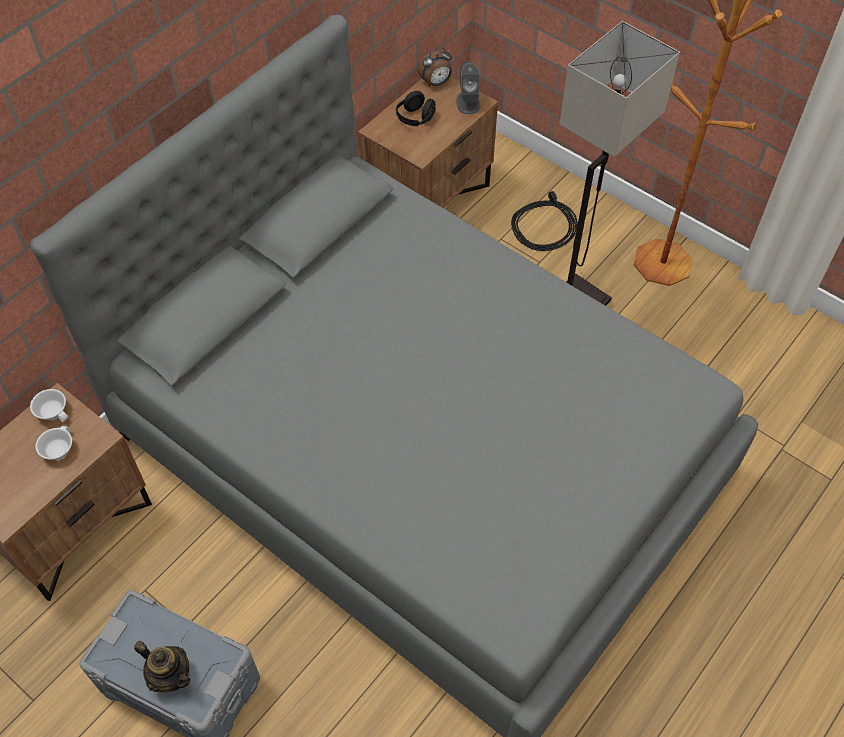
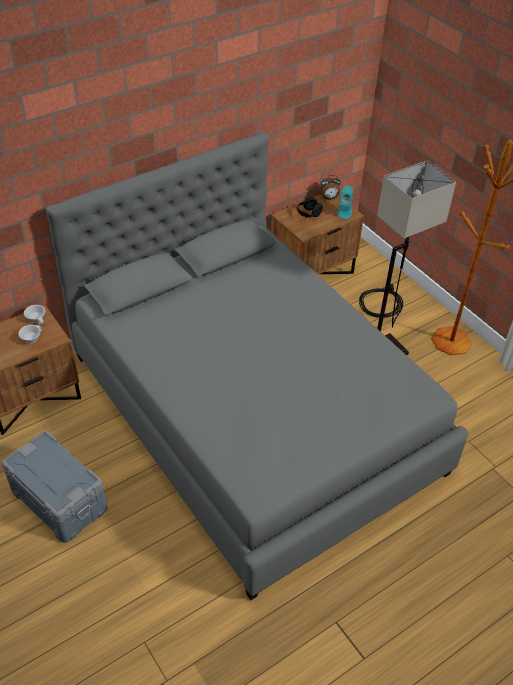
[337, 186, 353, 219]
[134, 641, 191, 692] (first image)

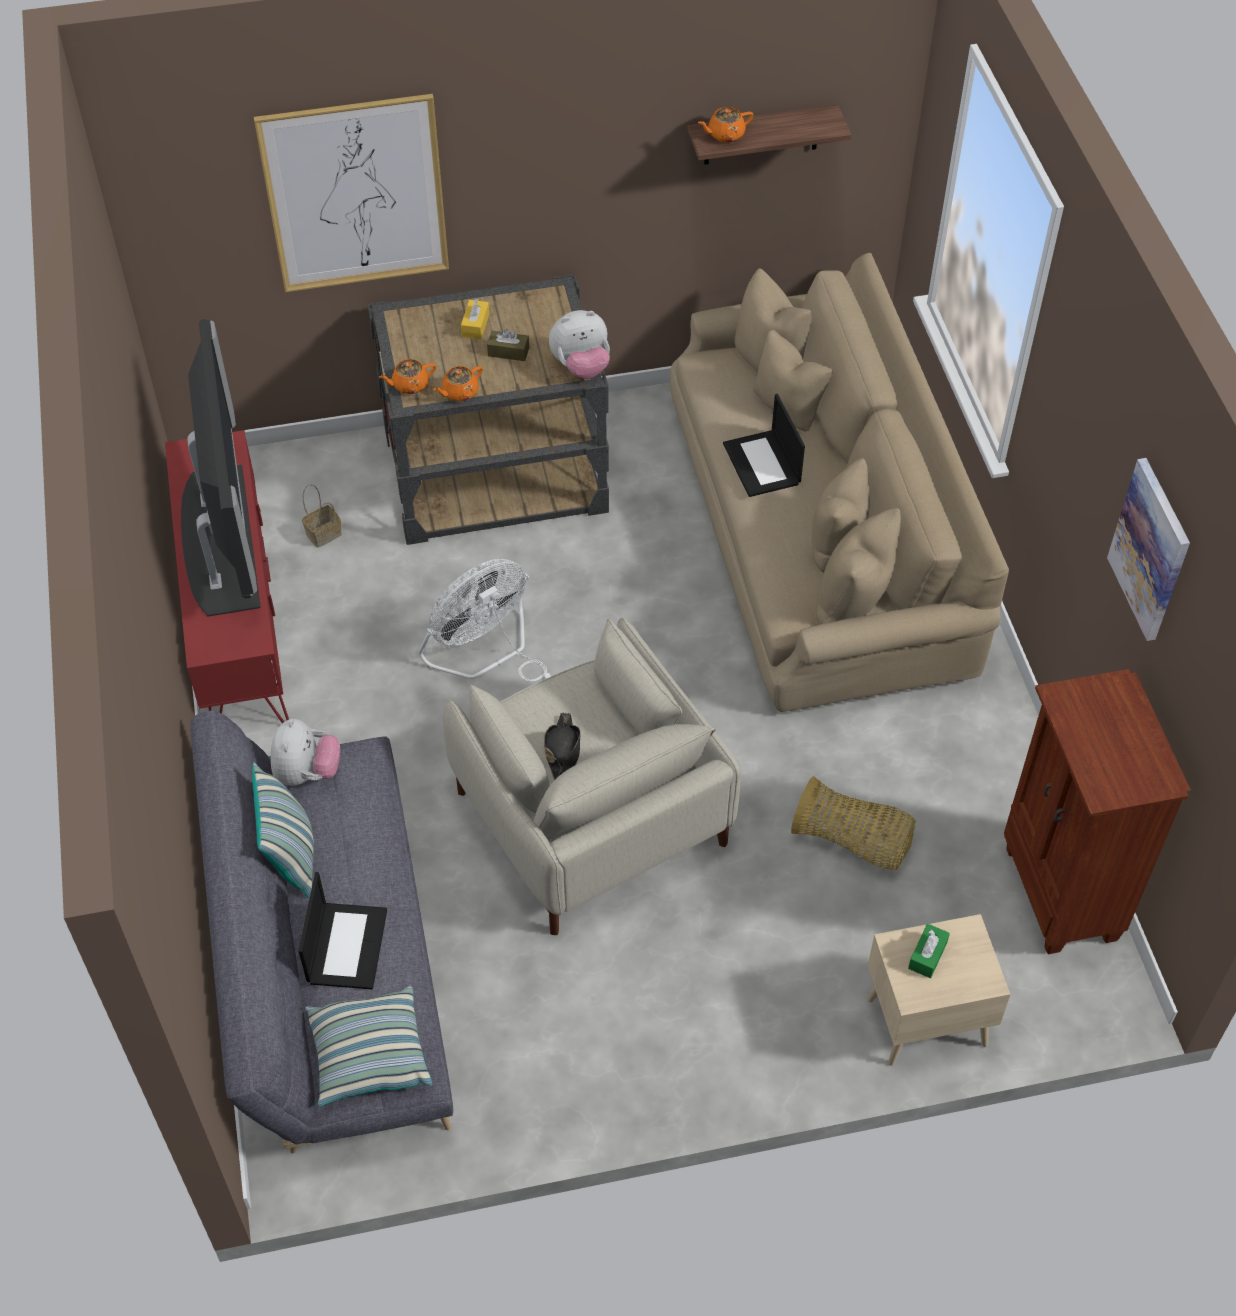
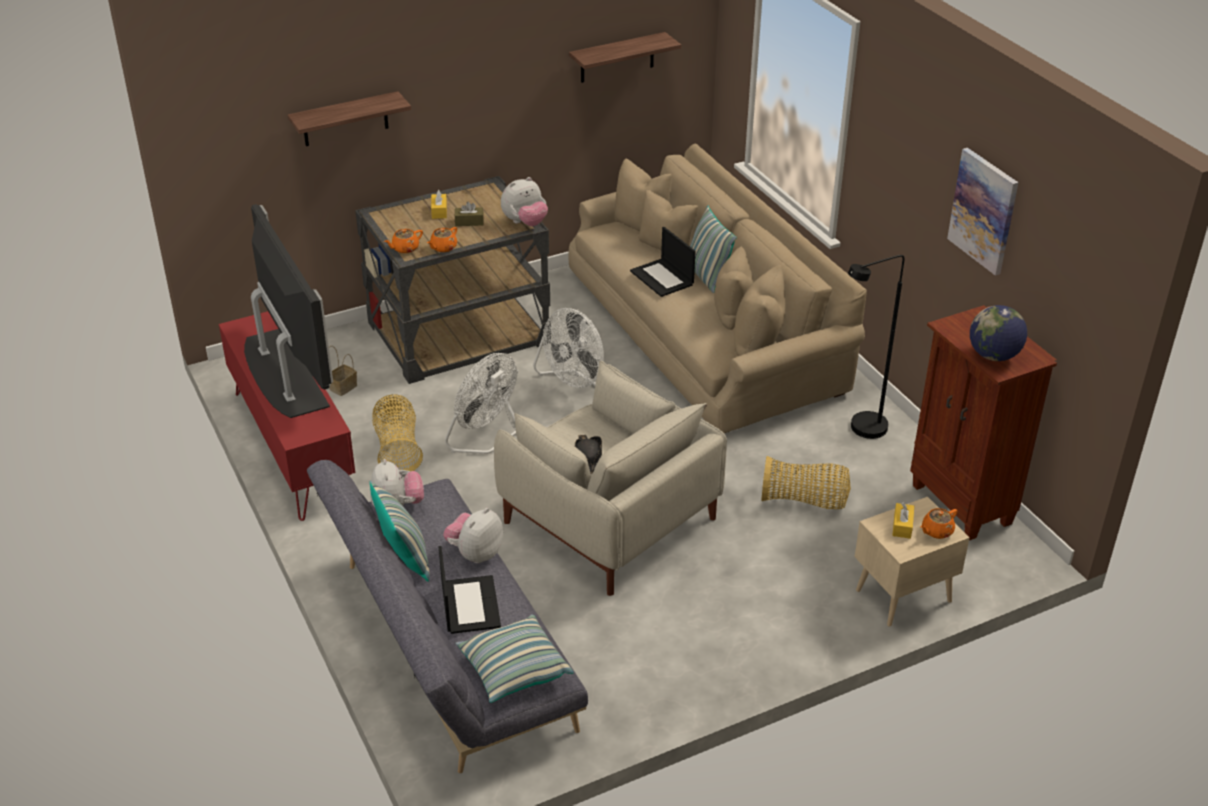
[287, 91, 411, 146]
[372, 394, 423, 472]
[443, 508, 503, 563]
[533, 308, 604, 403]
[690, 206, 737, 293]
[848, 255, 904, 439]
[892, 502, 914, 539]
[920, 508, 958, 539]
[970, 305, 1027, 361]

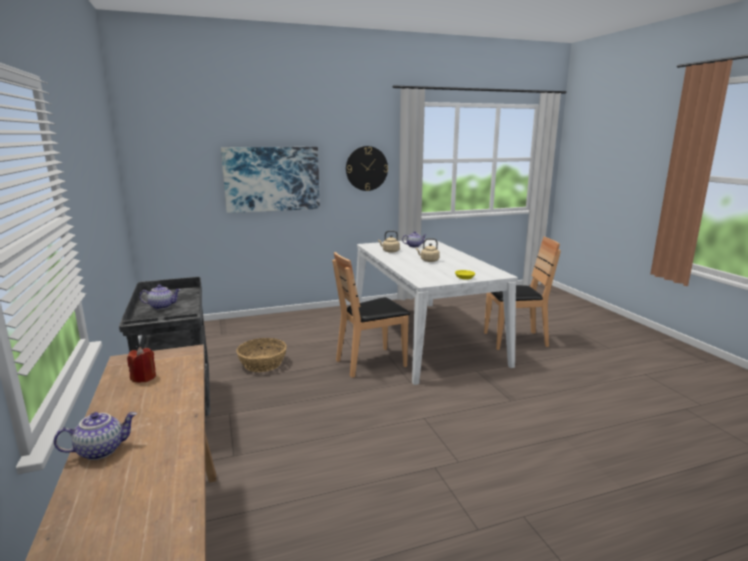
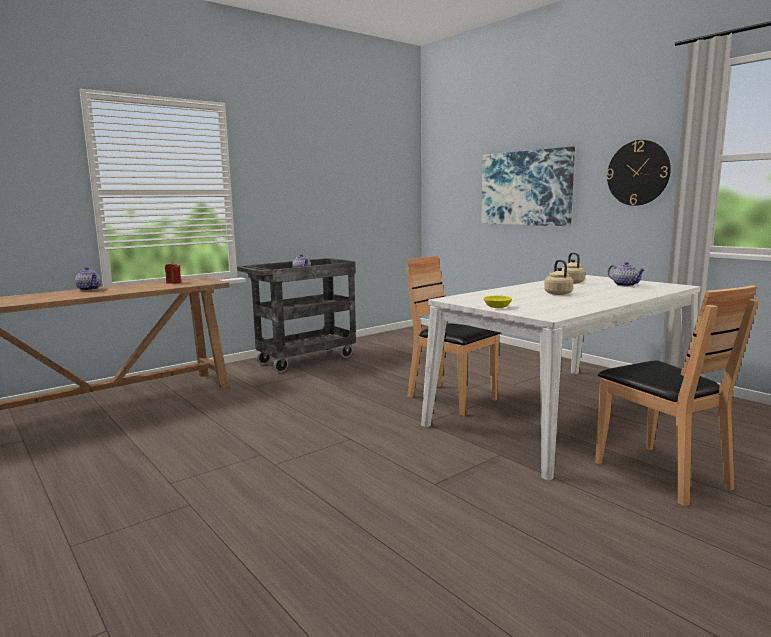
[236, 338, 287, 372] (first image)

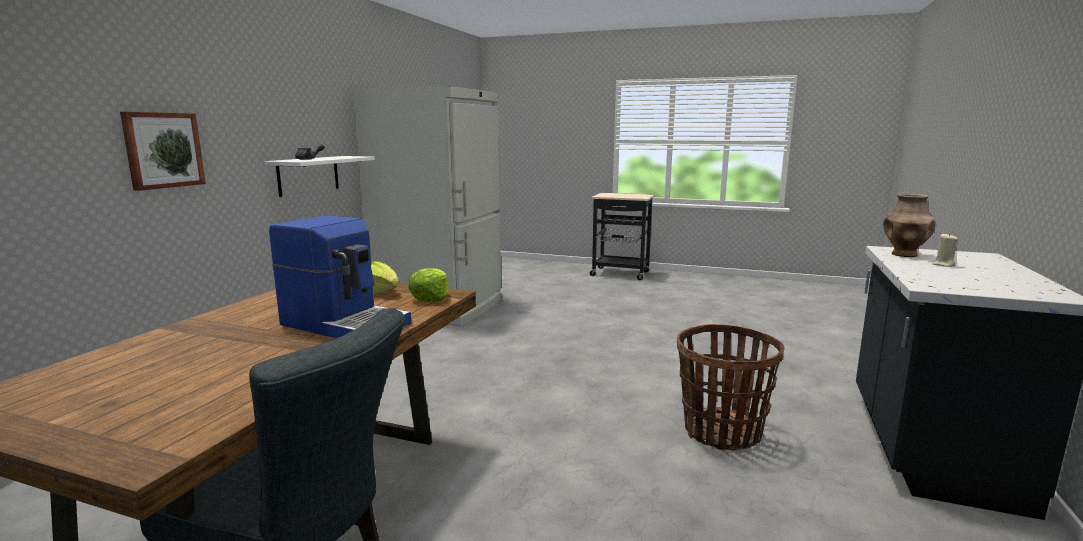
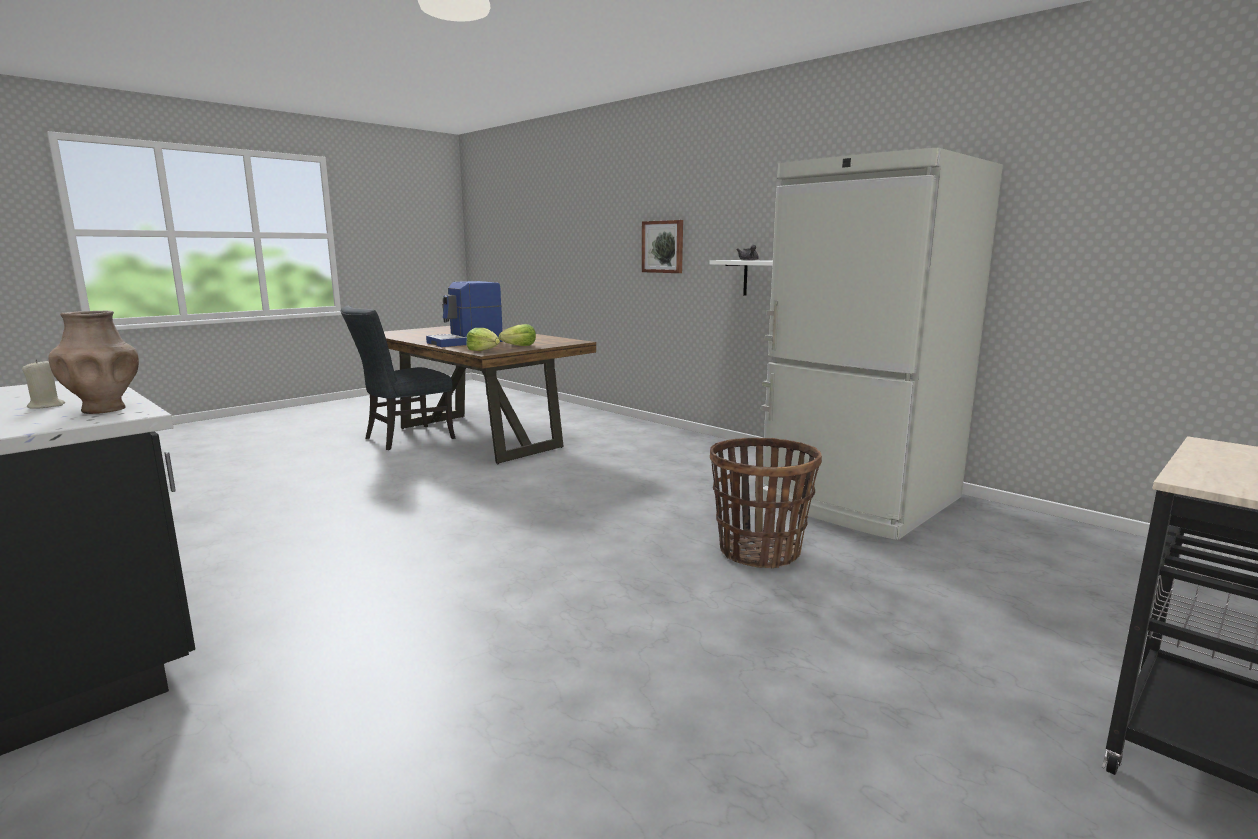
[710, 438, 822, 569]

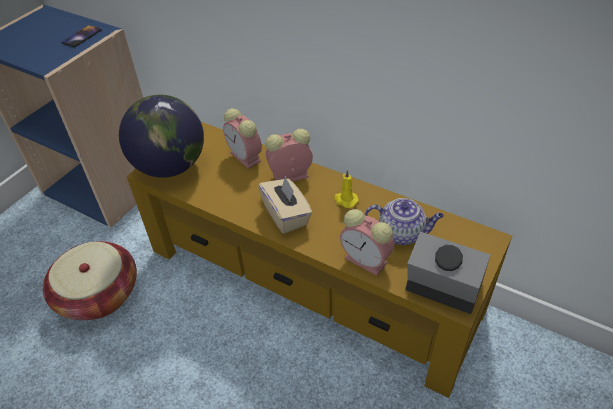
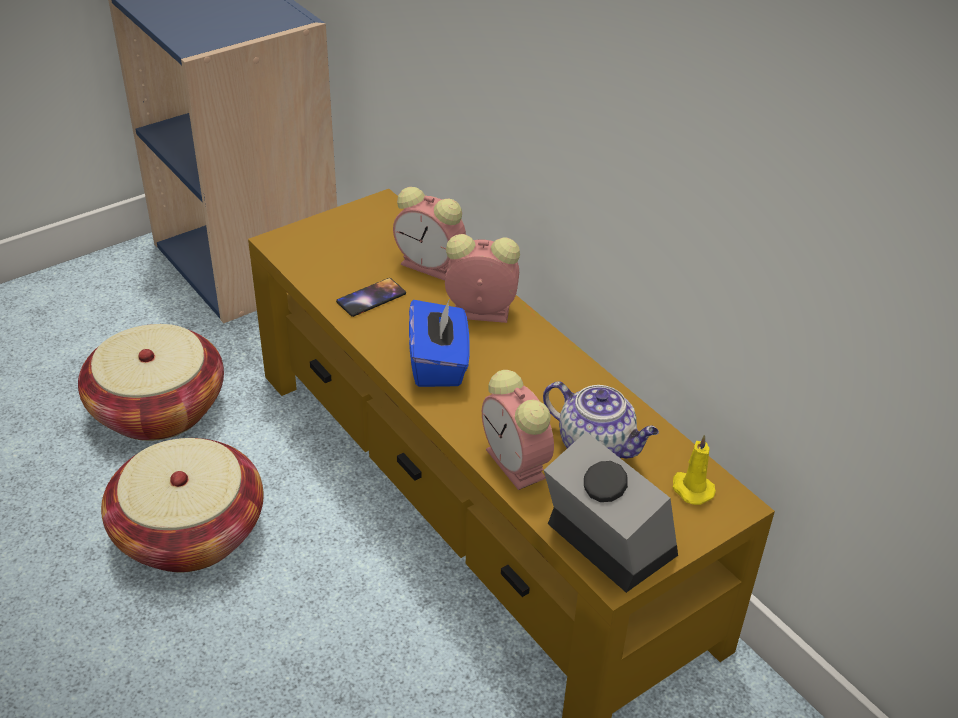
[101, 438, 264, 572]
[336, 278, 406, 317]
[393, 187, 466, 281]
[409, 298, 470, 387]
[673, 434, 716, 505]
[119, 95, 204, 178] (first image)

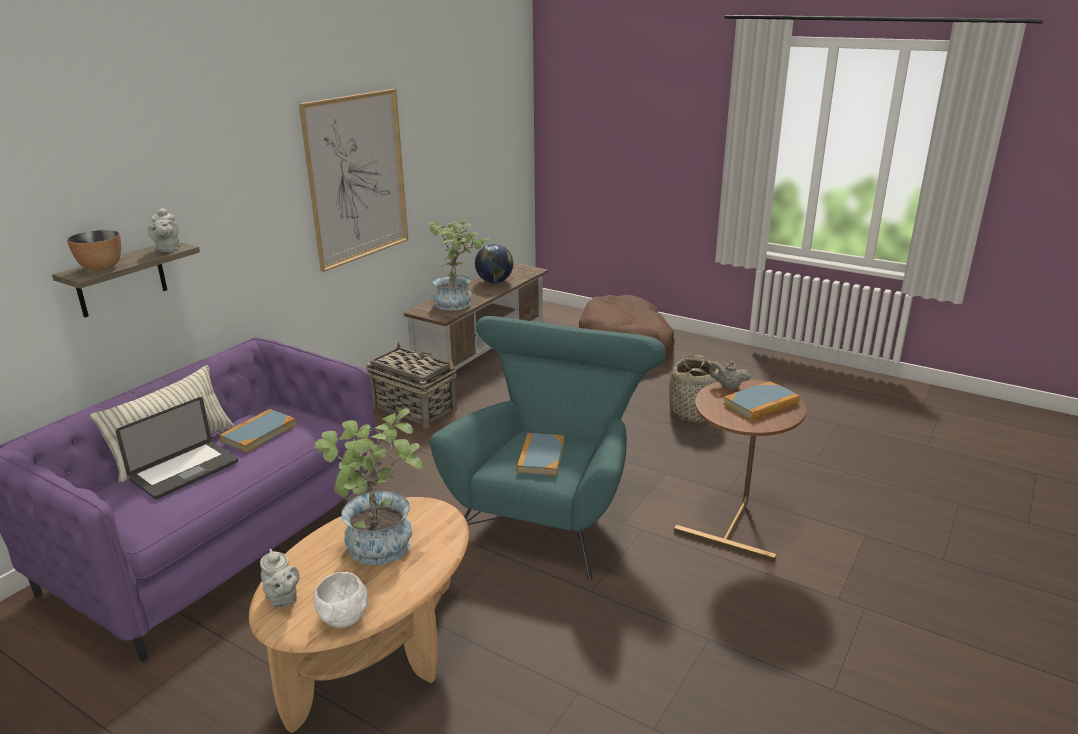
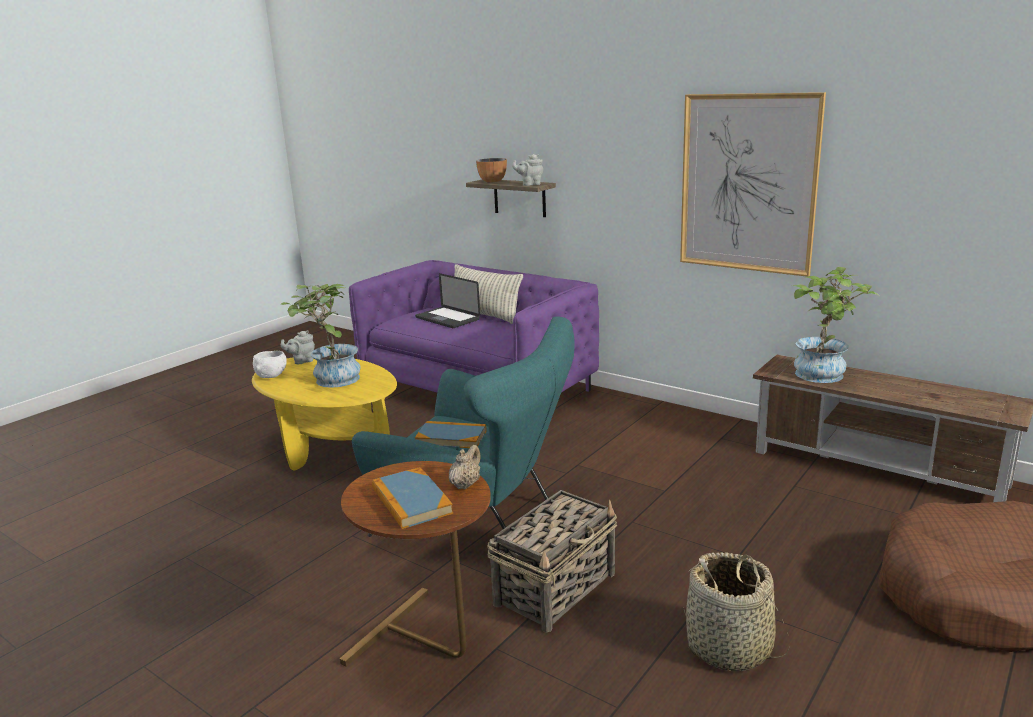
[252, 358, 397, 471]
[487, 490, 617, 633]
[219, 409, 296, 453] (first image)
[475, 244, 513, 283] (first image)

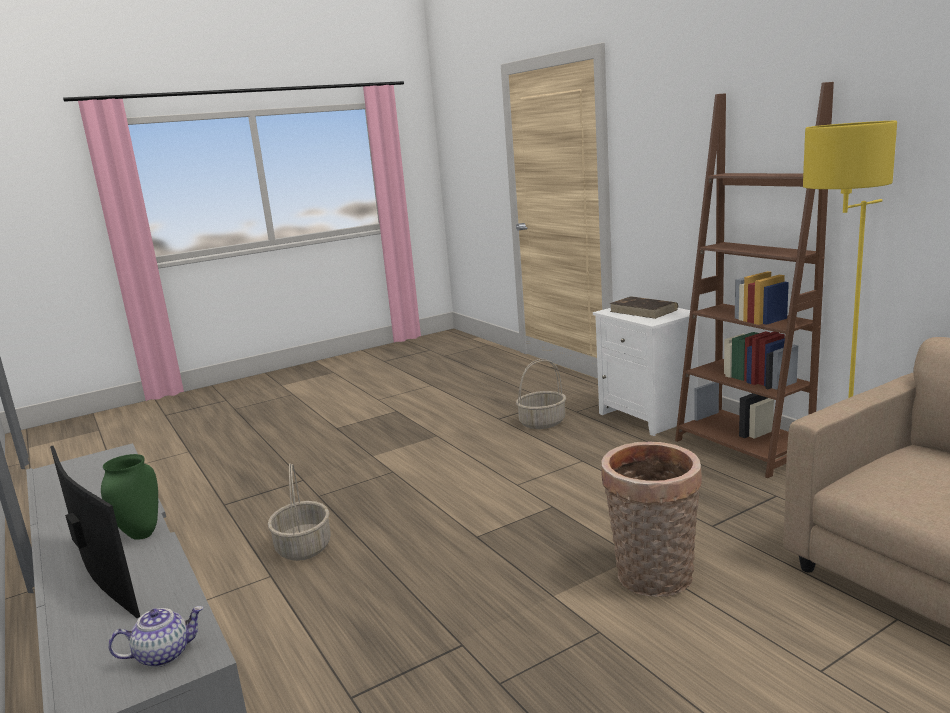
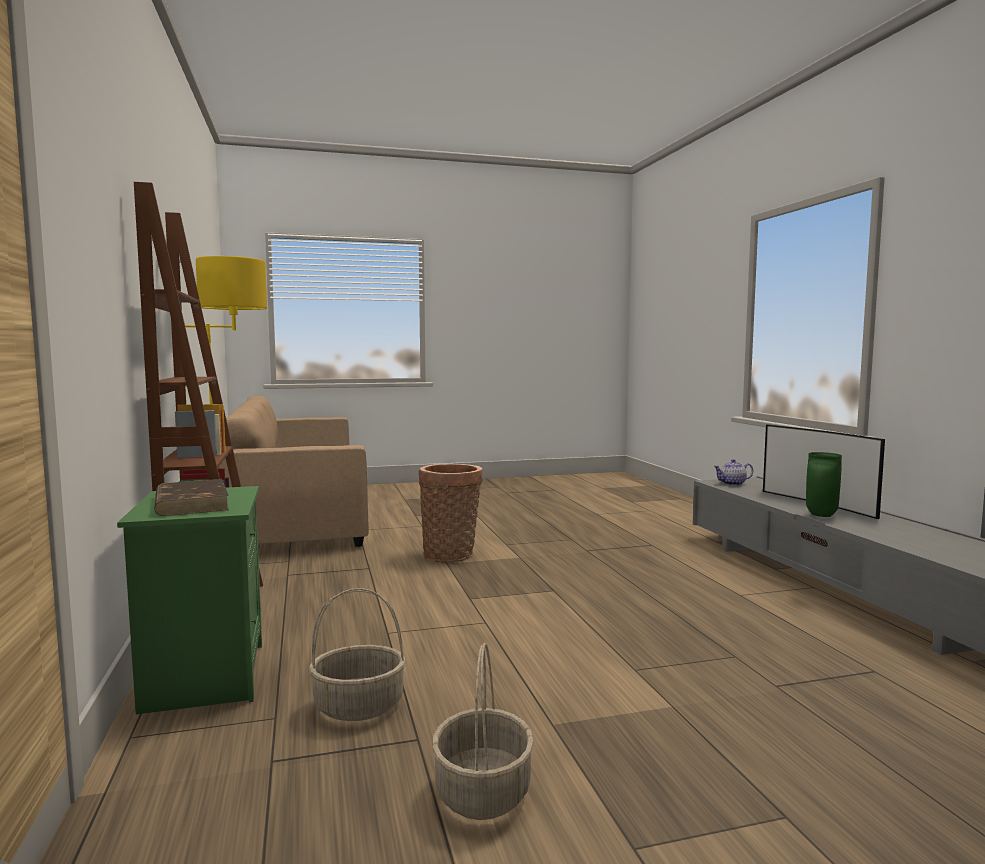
[117, 486, 262, 714]
[432, 643, 534, 820]

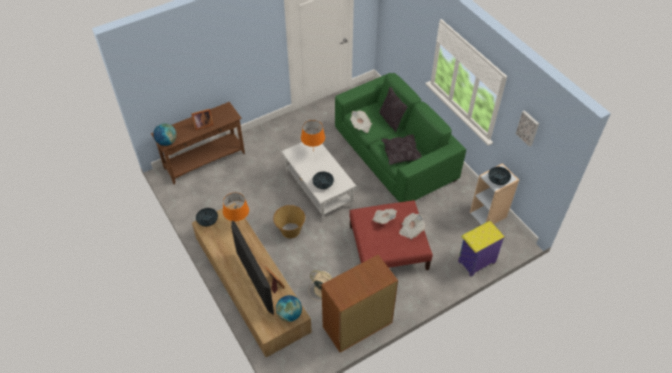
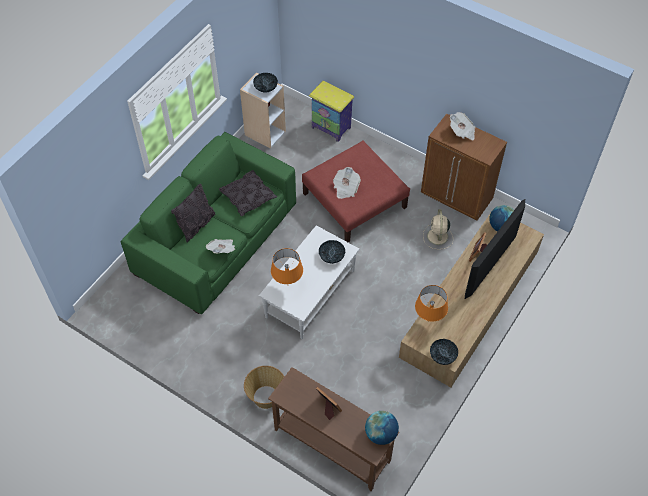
[244, 366, 284, 409]
[450, 112, 476, 140]
[516, 110, 539, 147] (first image)

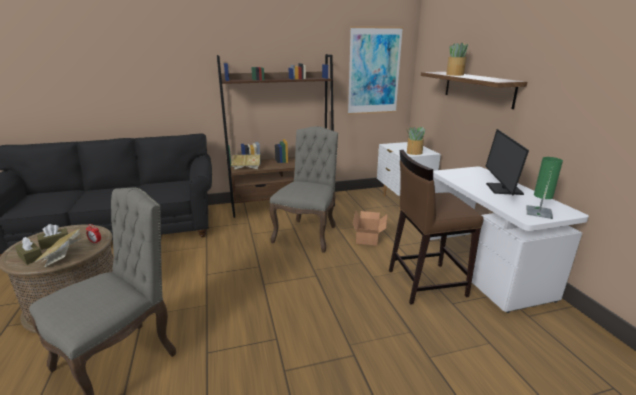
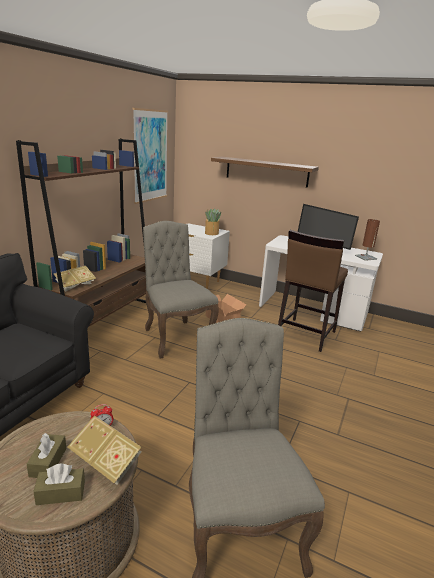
[355, 219, 380, 261]
[446, 43, 469, 76] (first image)

